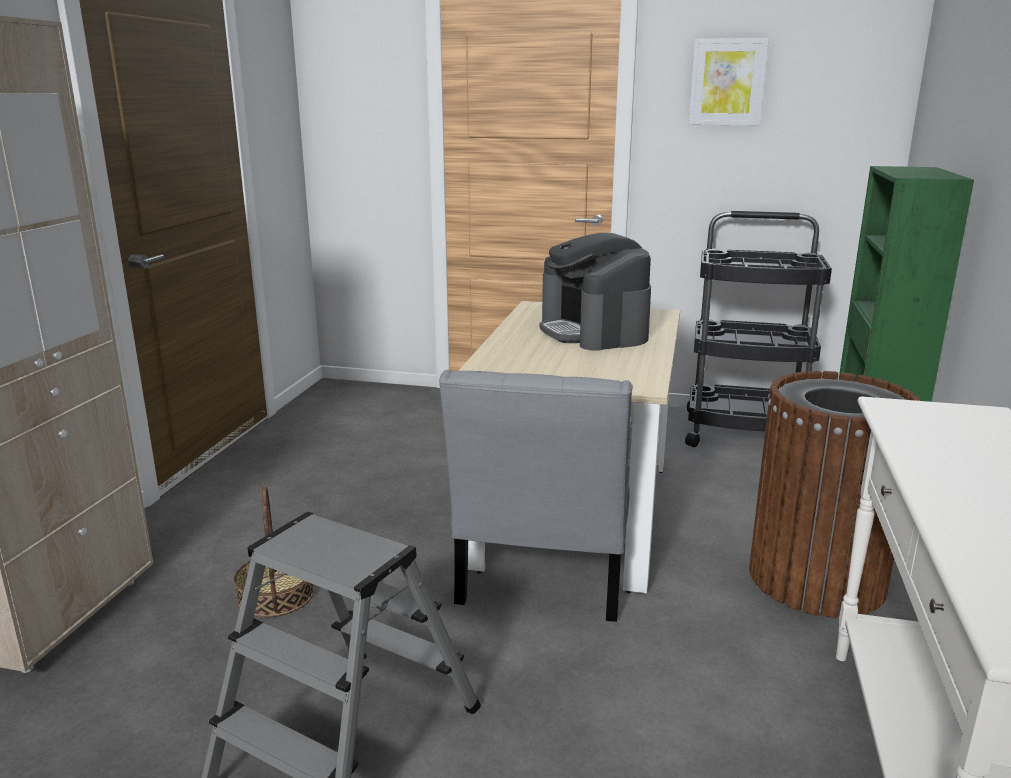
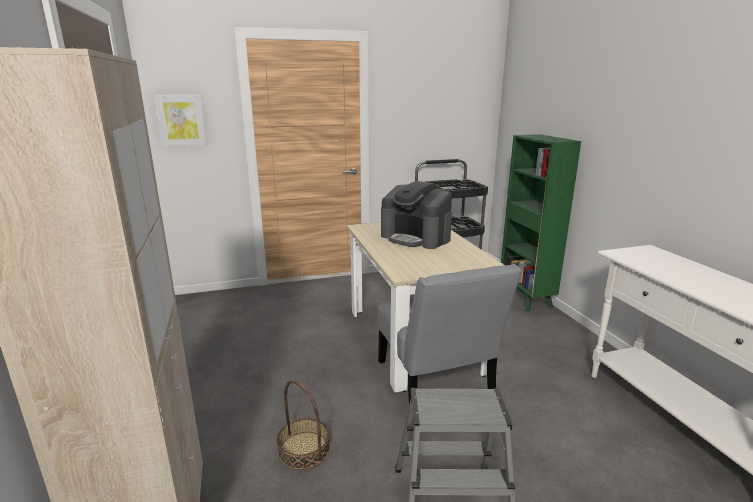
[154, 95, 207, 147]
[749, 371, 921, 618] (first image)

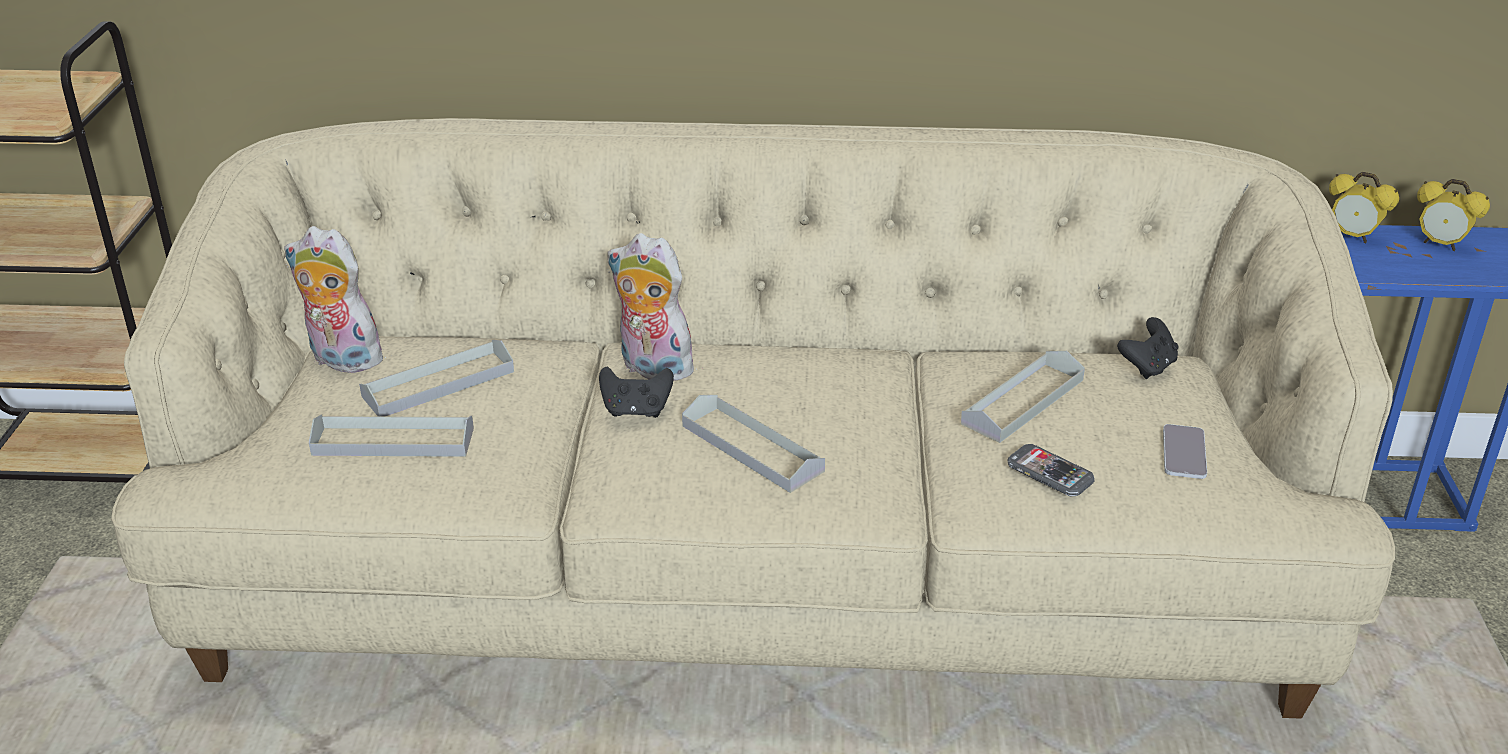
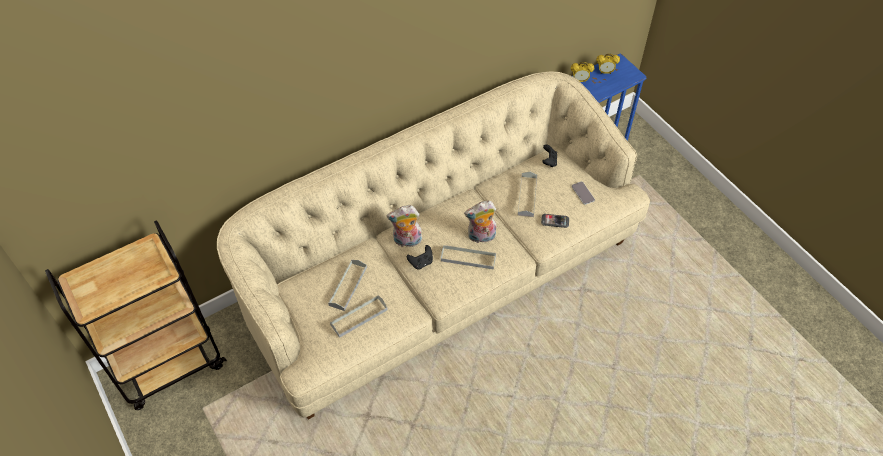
[464, 201, 497, 243]

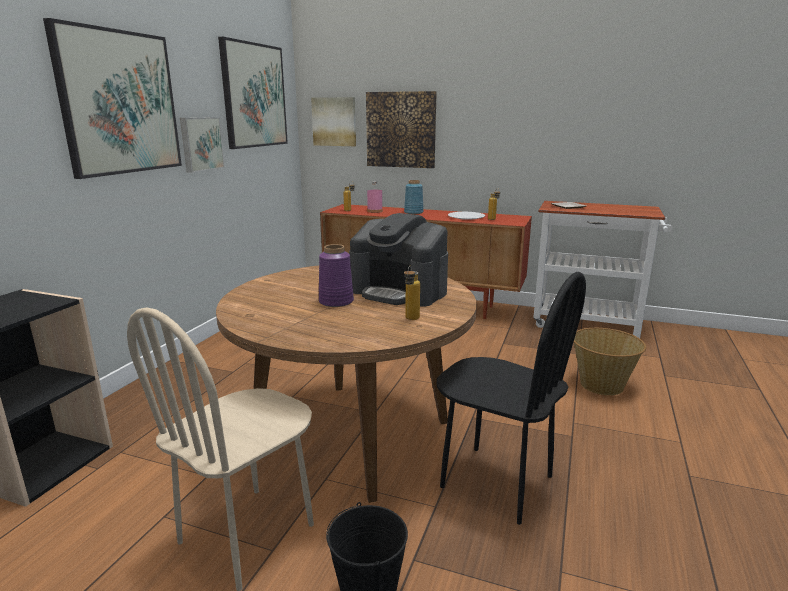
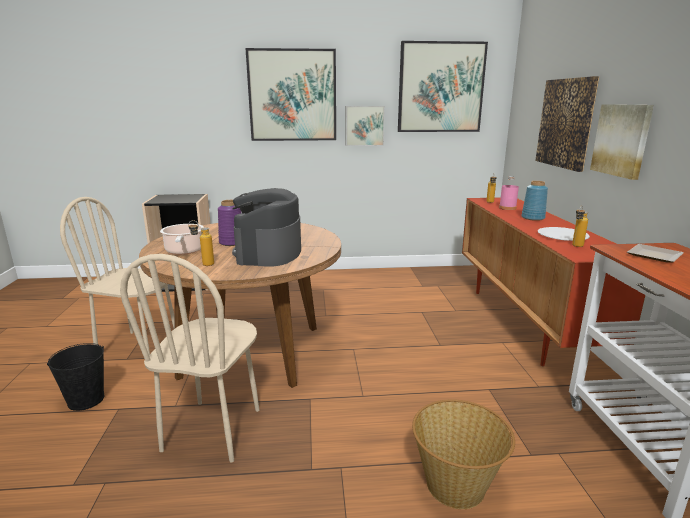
[120, 254, 259, 462]
[160, 224, 204, 255]
[590, 104, 654, 180]

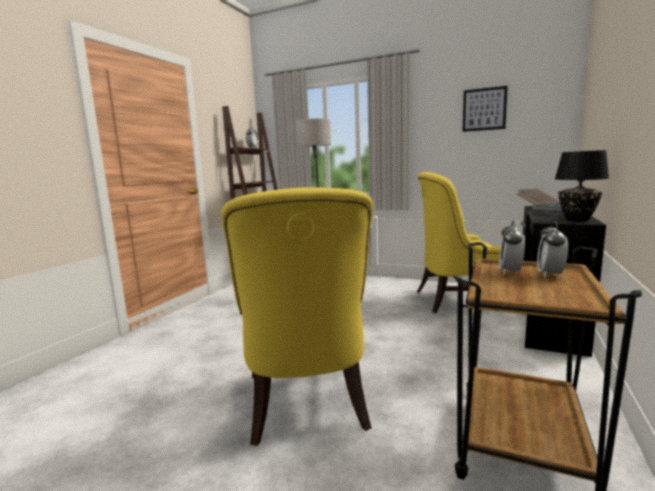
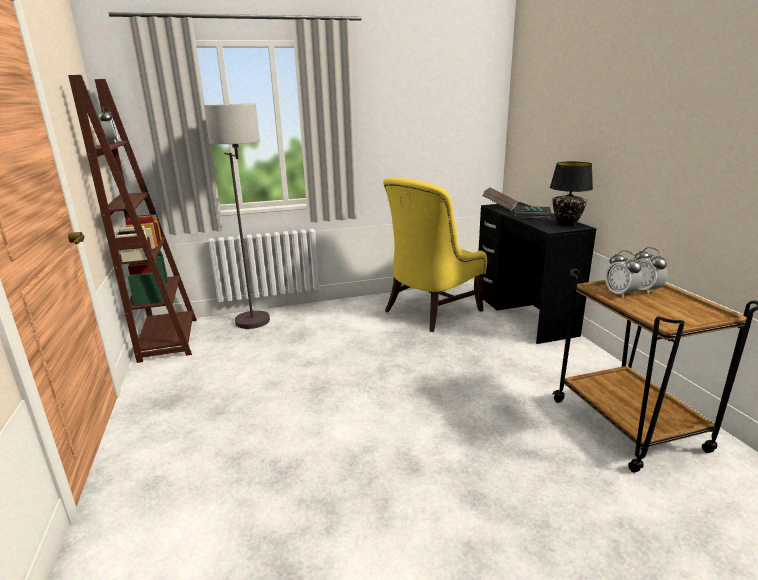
[221, 187, 373, 446] (first image)
[463, 86, 508, 132] (first image)

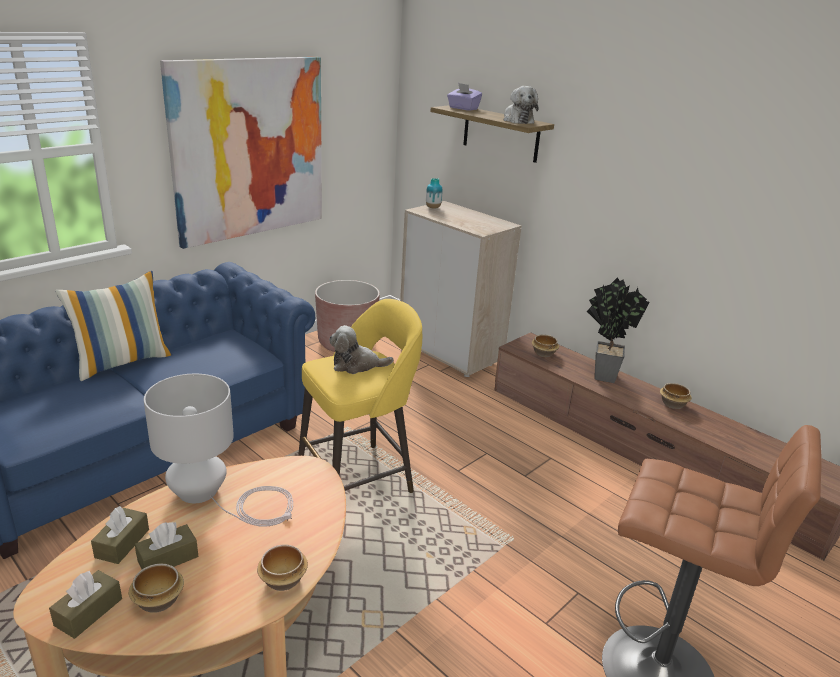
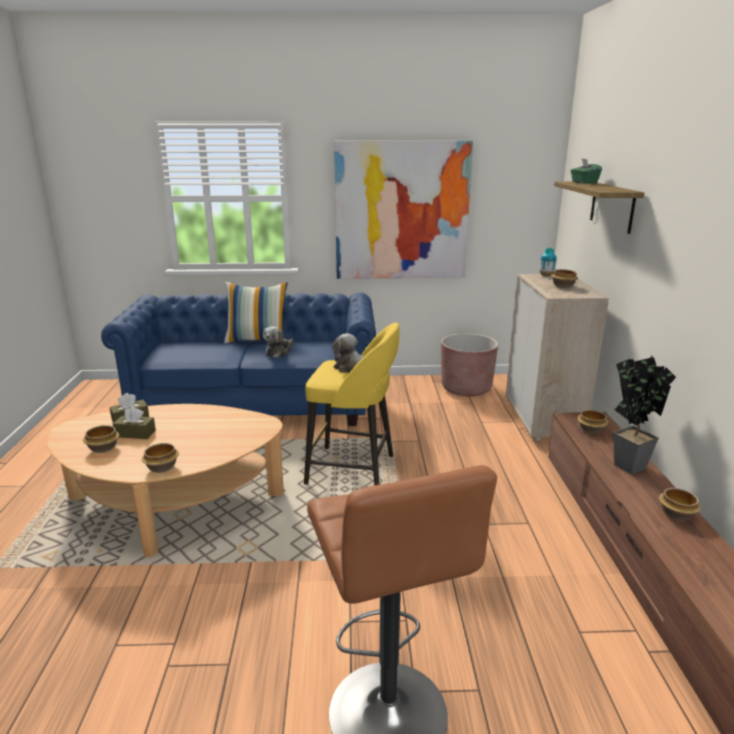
[263, 326, 293, 358]
[551, 269, 578, 288]
[571, 159, 602, 184]
[49, 570, 122, 639] (first image)
[144, 374, 293, 527] (first image)

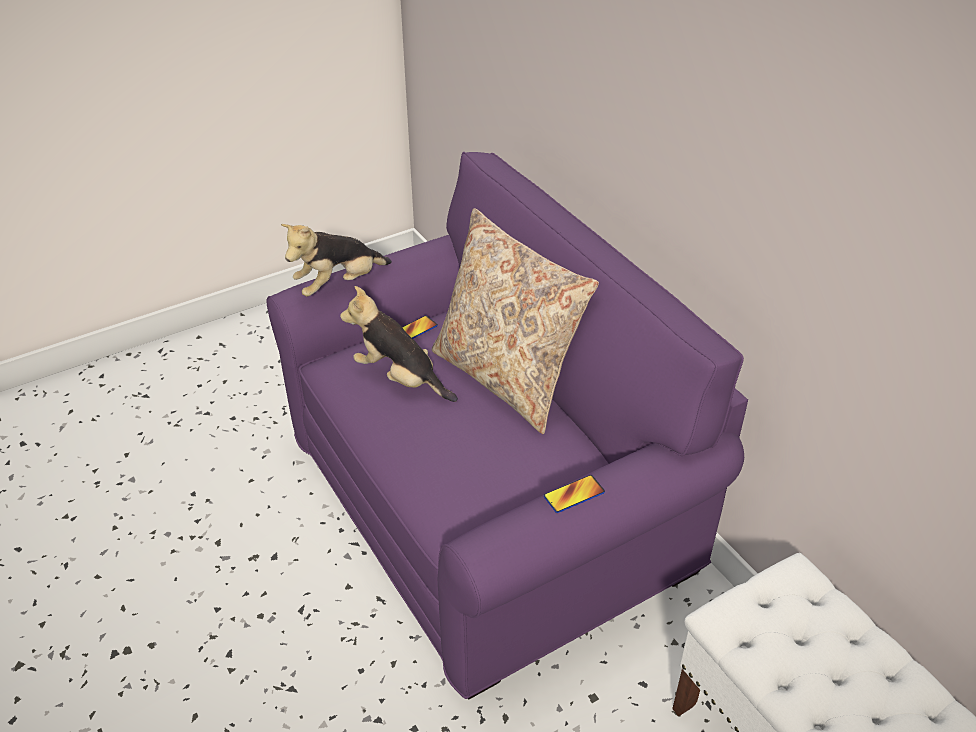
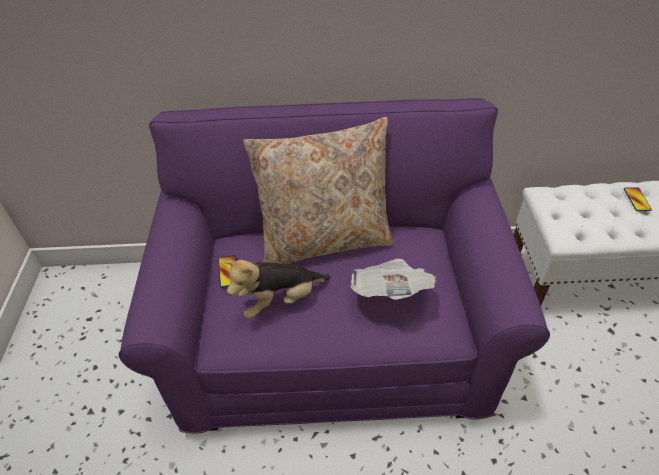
[351, 259, 436, 300]
[624, 187, 652, 211]
[281, 224, 392, 296] (first image)

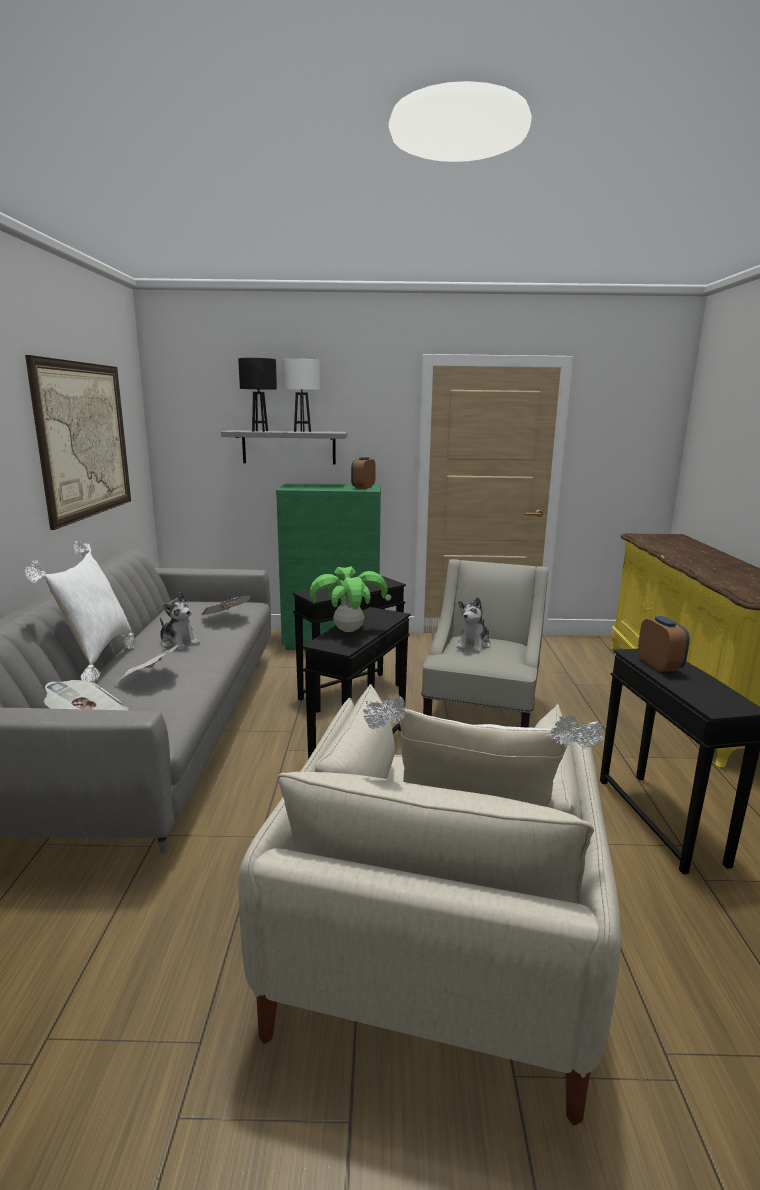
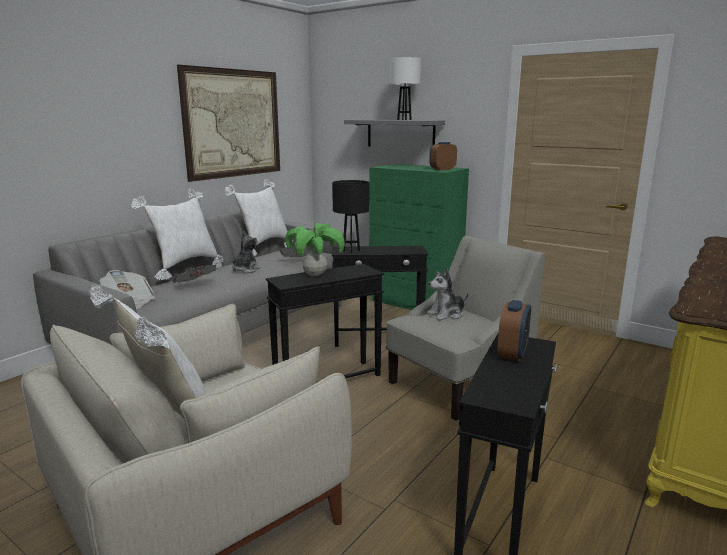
[224, 179, 293, 256]
[231, 231, 261, 273]
[332, 180, 370, 253]

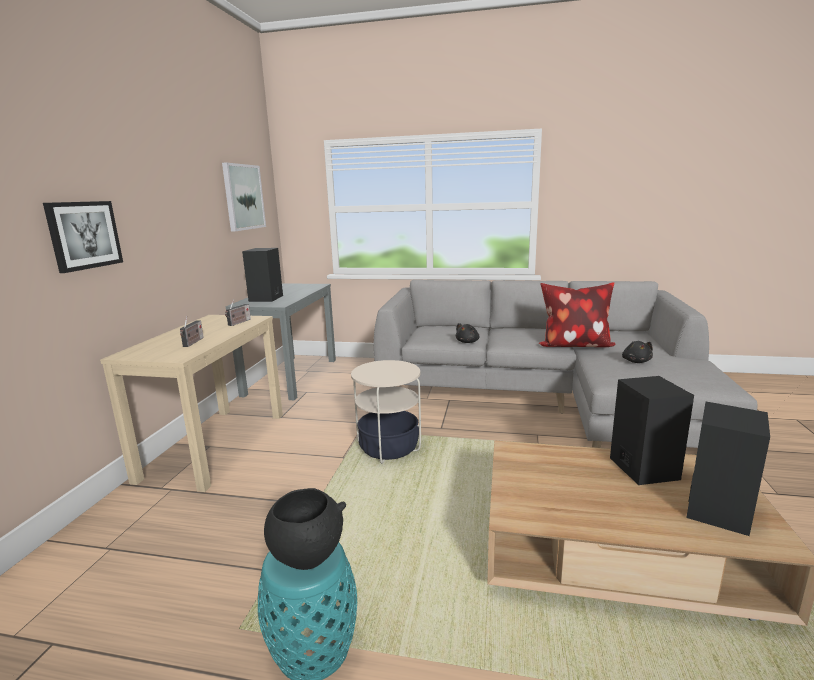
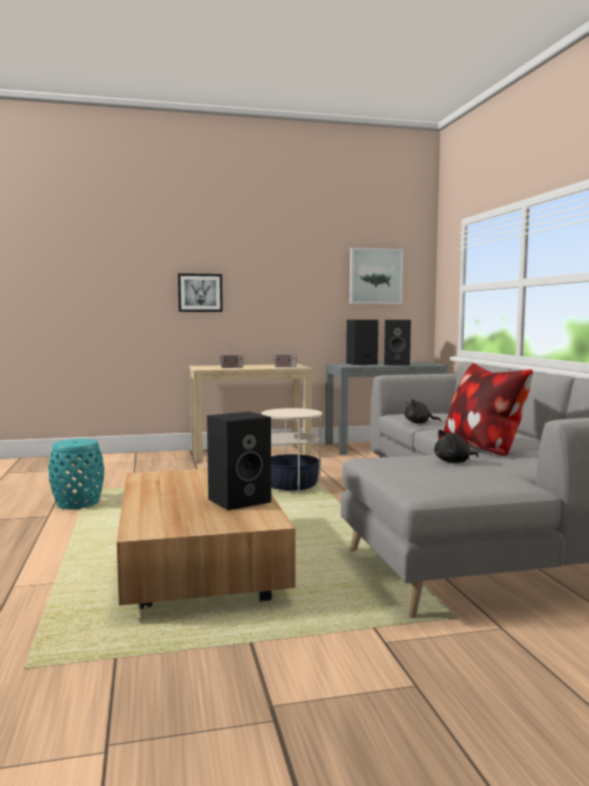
[384, 320, 411, 366]
[264, 488, 346, 570] (first image)

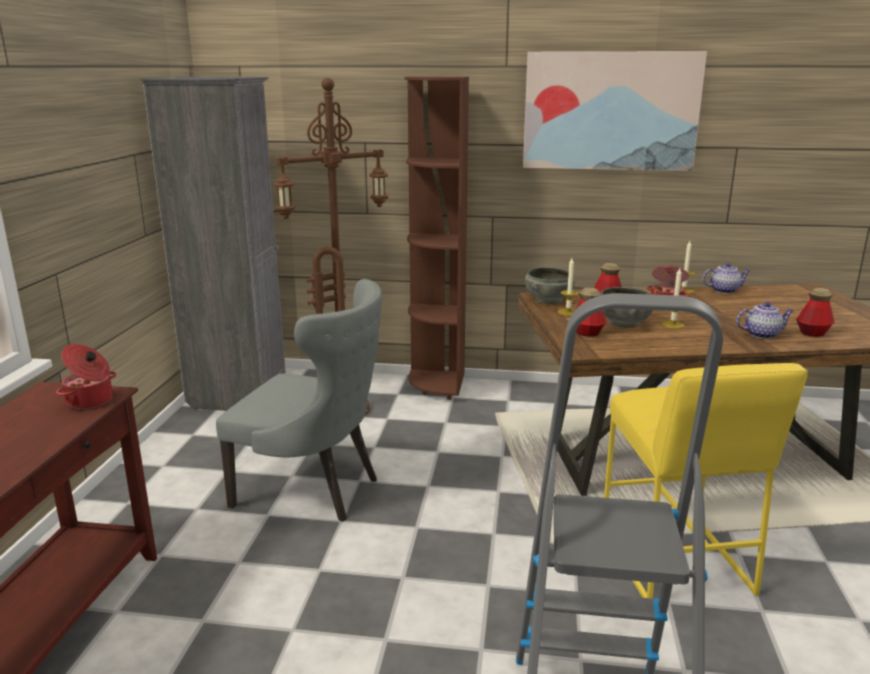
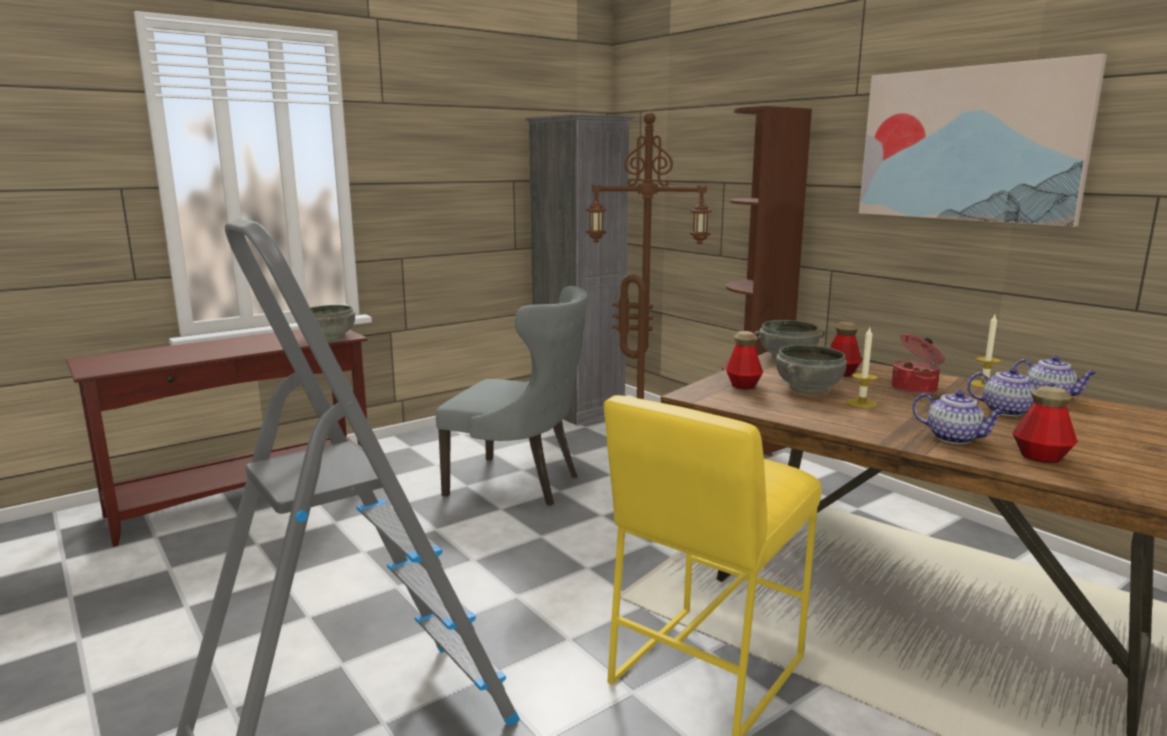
[310, 305, 355, 341]
[436, 286, 588, 506]
[967, 368, 1056, 416]
[558, 258, 579, 316] (first image)

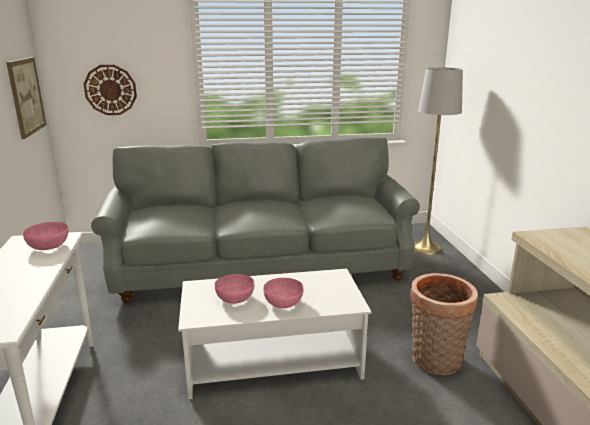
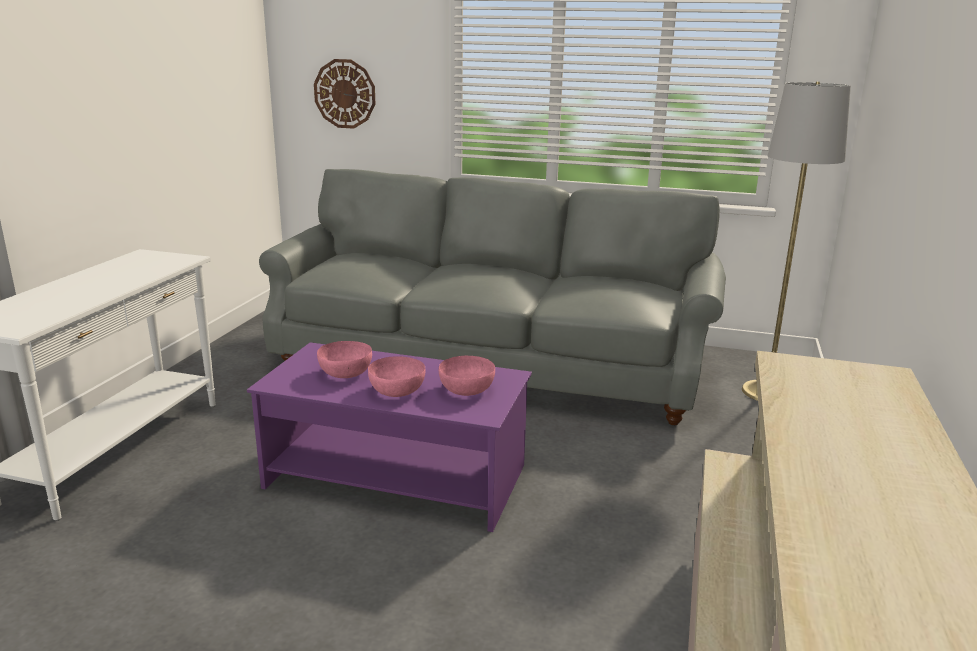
[247, 342, 532, 532]
[439, 356, 495, 396]
[6, 57, 46, 139] (first image)
[410, 273, 478, 375] (first image)

